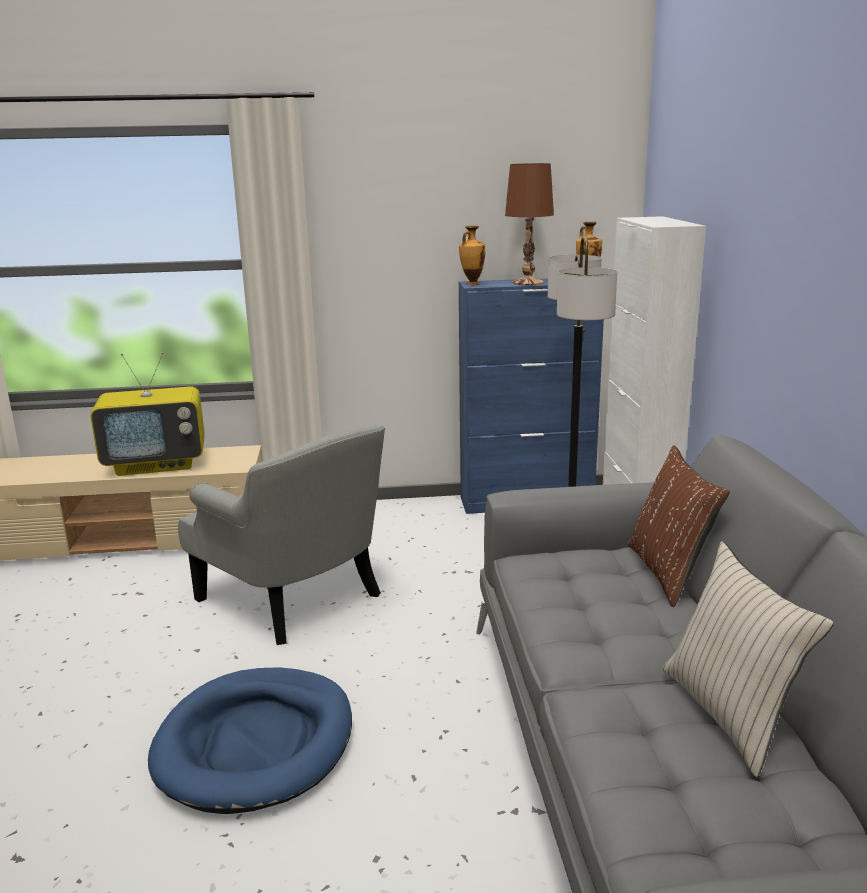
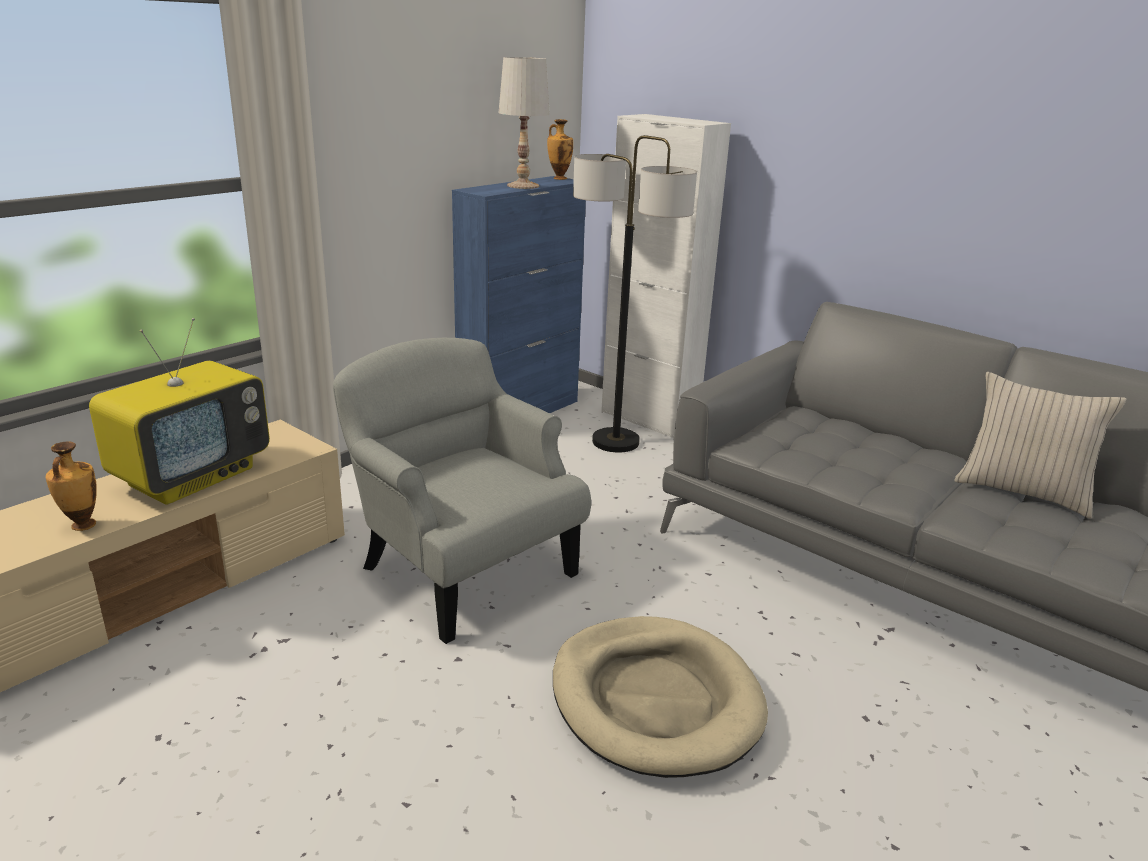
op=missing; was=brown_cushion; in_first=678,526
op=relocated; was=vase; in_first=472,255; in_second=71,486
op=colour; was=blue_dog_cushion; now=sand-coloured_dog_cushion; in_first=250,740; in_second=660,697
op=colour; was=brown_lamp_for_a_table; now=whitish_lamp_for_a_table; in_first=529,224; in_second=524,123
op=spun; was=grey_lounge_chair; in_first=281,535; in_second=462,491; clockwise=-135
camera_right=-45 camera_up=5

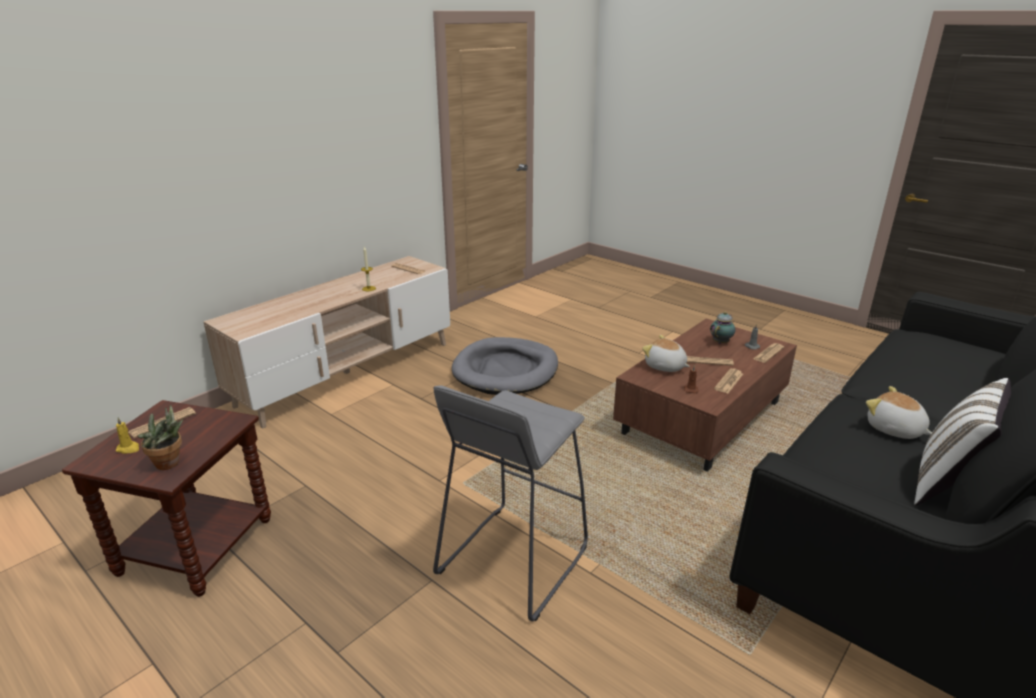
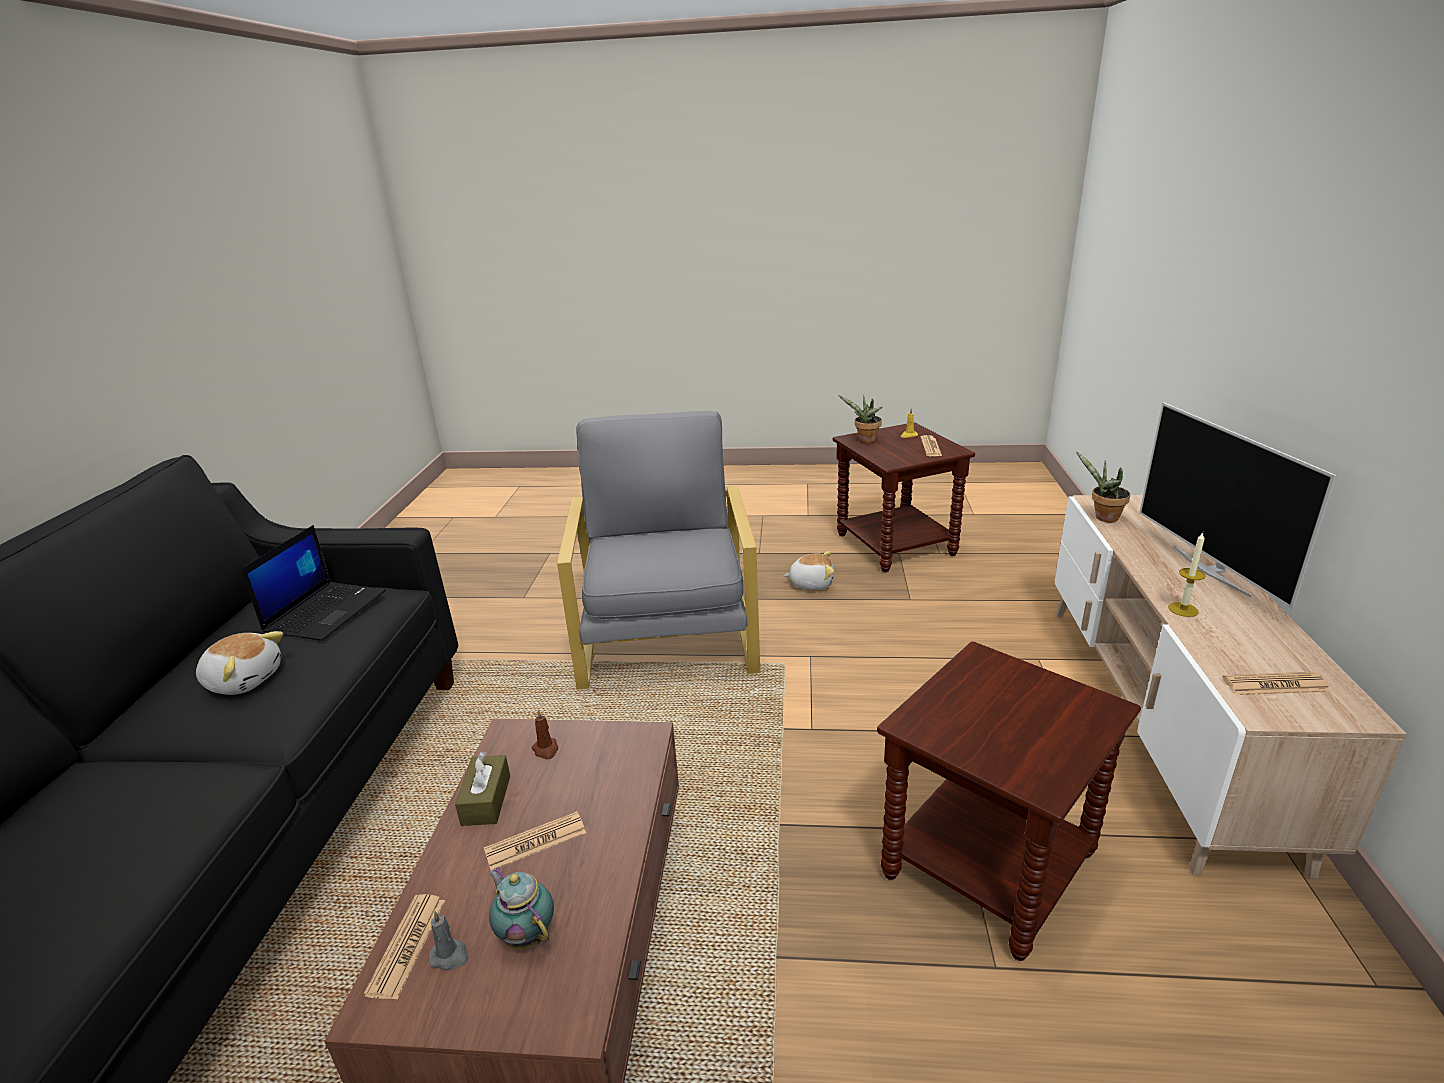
op=missing; was=whitish_cushion; in_first=962,441
op=appeared; now=portable_computer; in_second=313,583
op=appeared; now=houseplant; in_second=1103,486
op=appeared; now=television; in_second=1238,505
op=relocated; was=soft_toy; in_first=666,353; in_second=808,570
op=exchanged; was=grey_sitting_stool; now=grey_lounge_chair; in_first=510,503; in_second=658,550
op=exchanged; was=grey_dog_cushion; now=brown_side_table; in_first=505,366; in_second=1009,801
op=exchanged; was=daily_paper; now=brown_tissue_holder; in_first=728,380; in_second=482,789
op=spun; was=tea_pot; in_first=722,328; in_second=521,908; clockwise=135
camera_right=145 camera_up=0

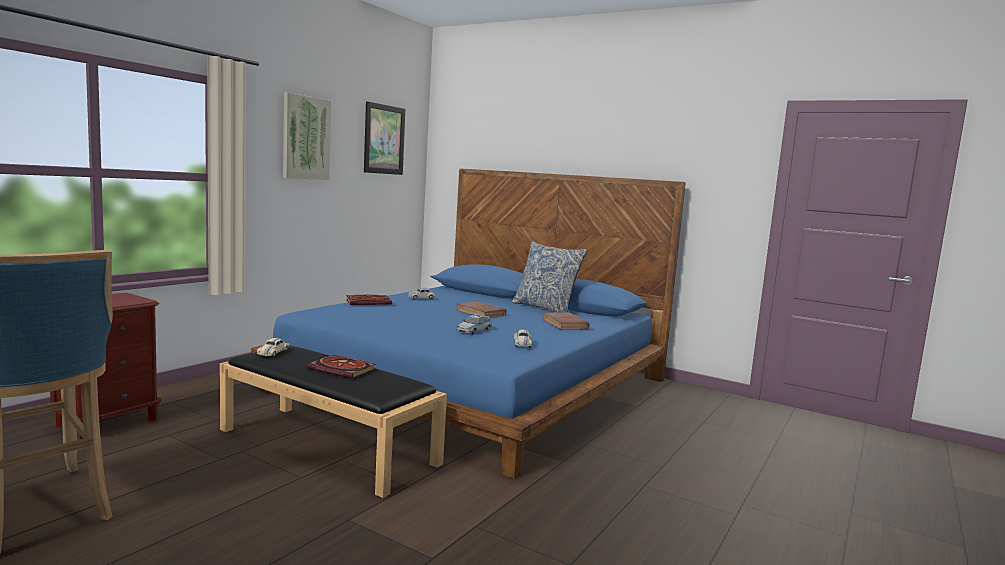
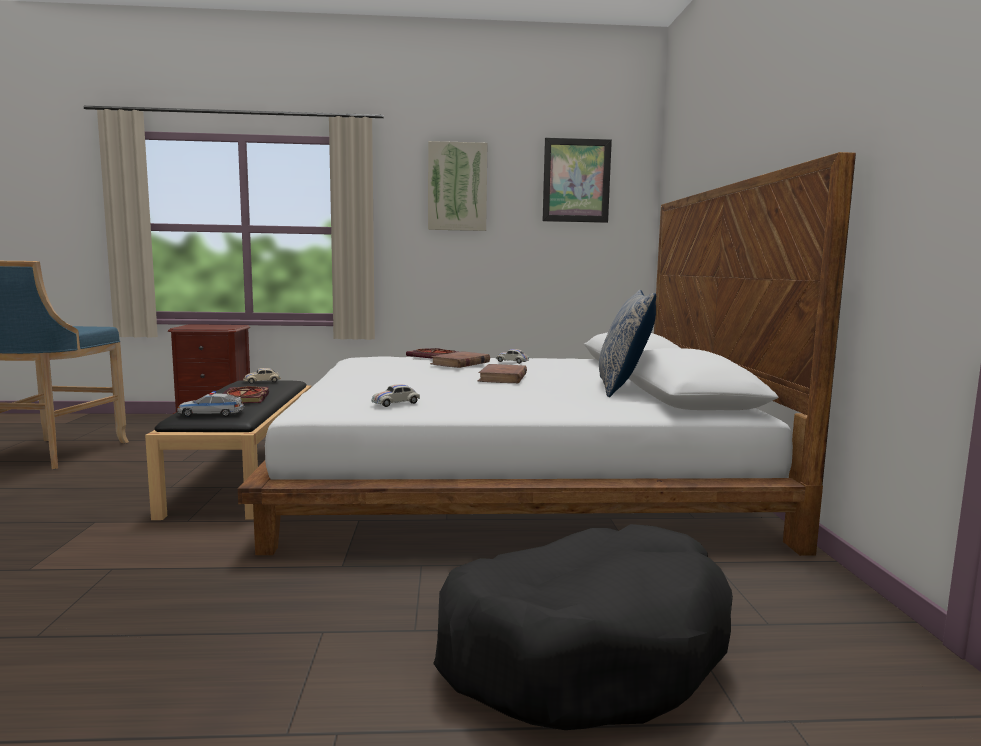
op=appeared; now=blackish_dog_cushion; in_second=583,627
op=relocated; was=toy_car; in_first=474,324; in_second=210,404
op=relocated; was=brown_book; in_first=565,321; in_second=460,359
op=colour; was=blue_bedroom_bed; now=whitish_bedroom_bed; in_first=468,323; in_second=547,354
camera_right=55 camera_up=0

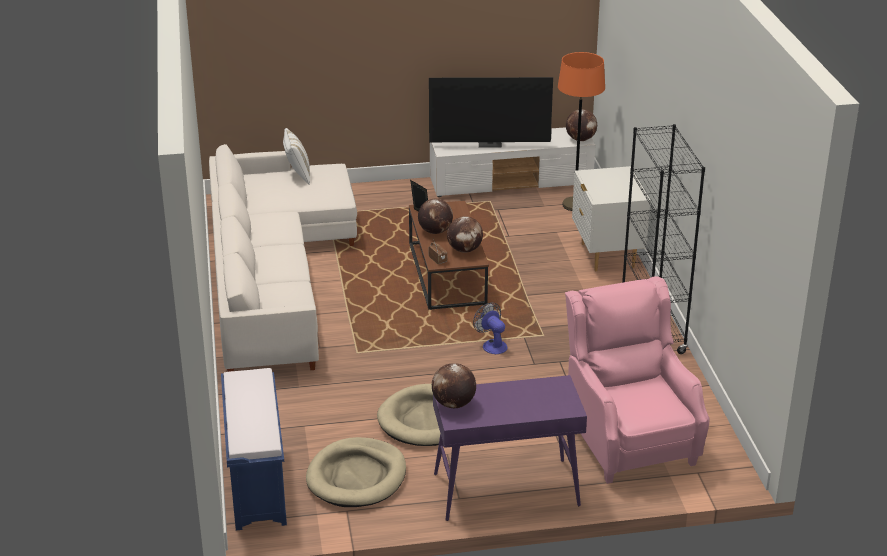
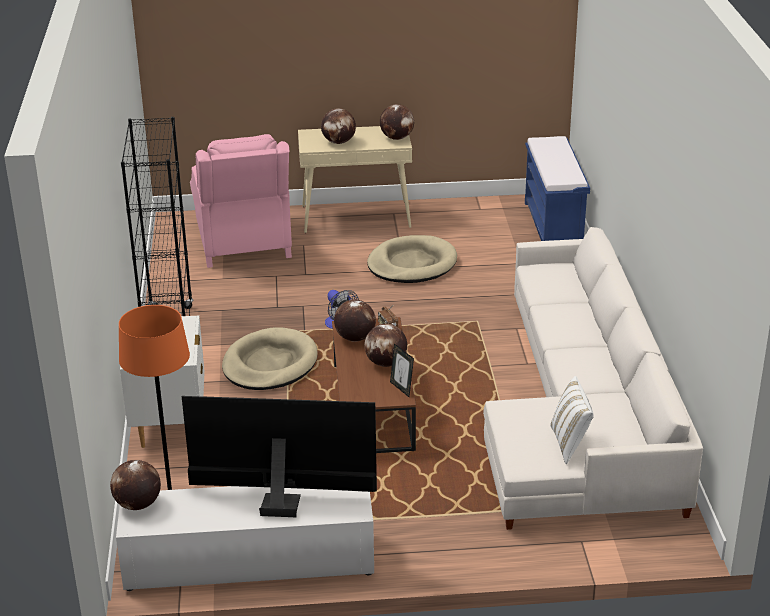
op=appeared; now=desk_globe; in_second=338,126
op=relocated; was=sand-coloured_dog_cushion; in_first=356,472; in_second=270,358
op=colour; was=purple-coloured_console_table; now=sand-coloured_console_table; in_first=510,448; in_second=355,179
camera_right=-175 camera_up=0

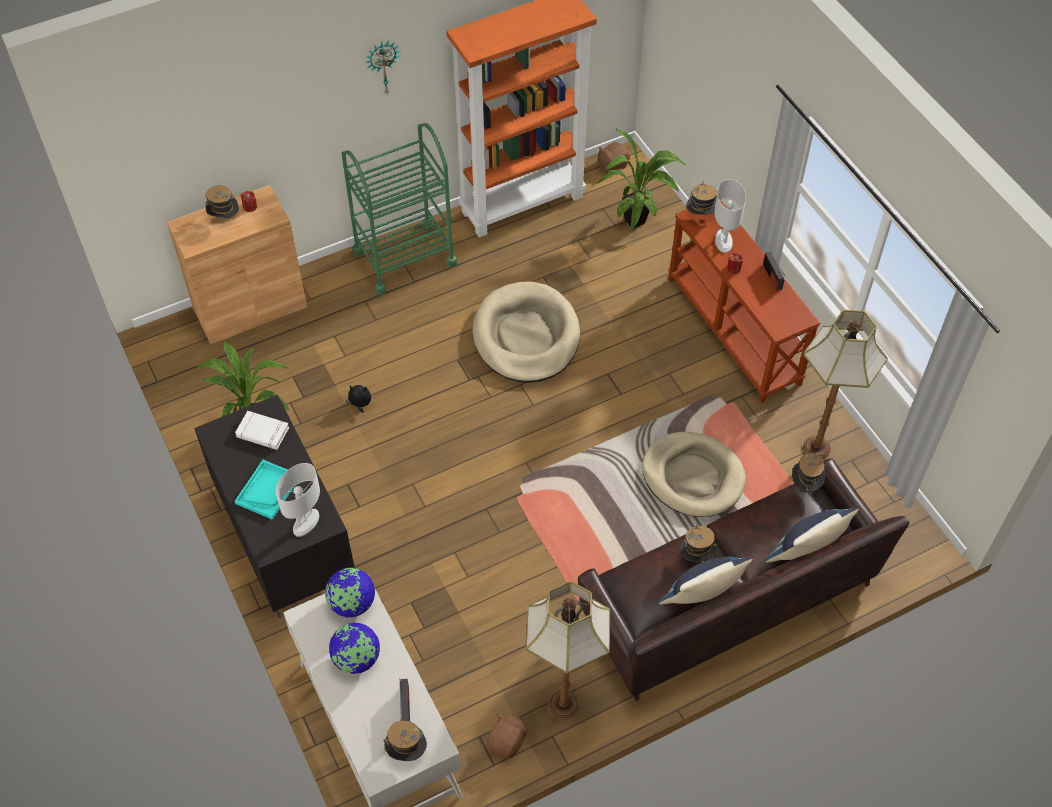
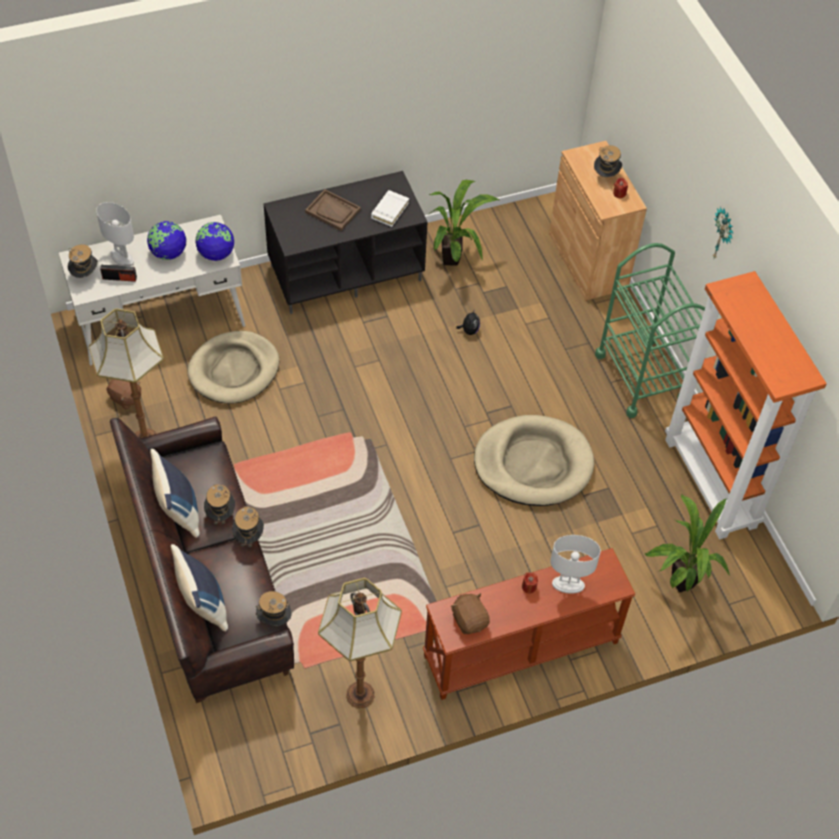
op=missing; was=radio_receiver; in_first=774,271
op=relocated; was=whitish_lamp_for_a_table; in_first=298,500; in_second=115,234
op=relocated; was=brown_soft_toy; in_first=614,157; in_second=470,613
op=relocated; was=sand-coloured_dog_cushion; in_first=694,474; in_second=233,367
op=relocated; was=hat; in_first=701,198; in_second=248,526
op=colour; was=blue-green_tray; now=brown_tray; in_first=264,490; in_second=333,210
camera_right=95 camera_up=0

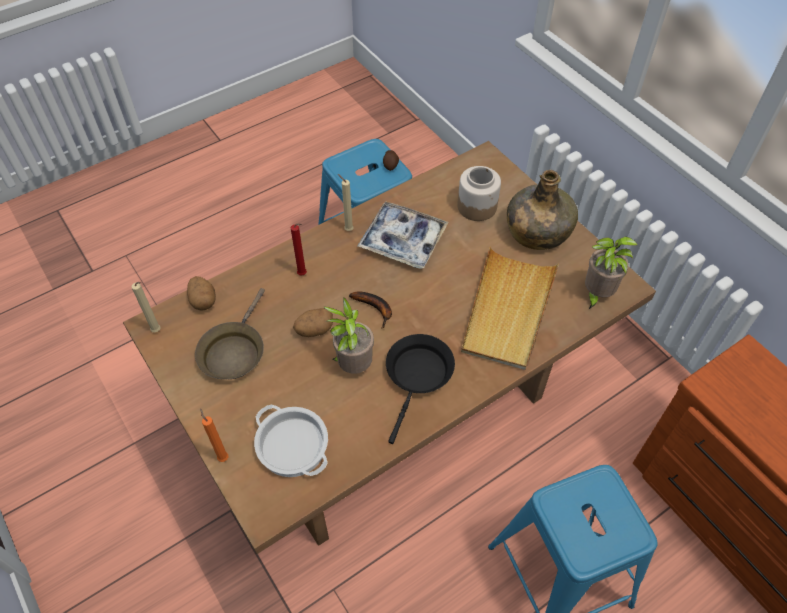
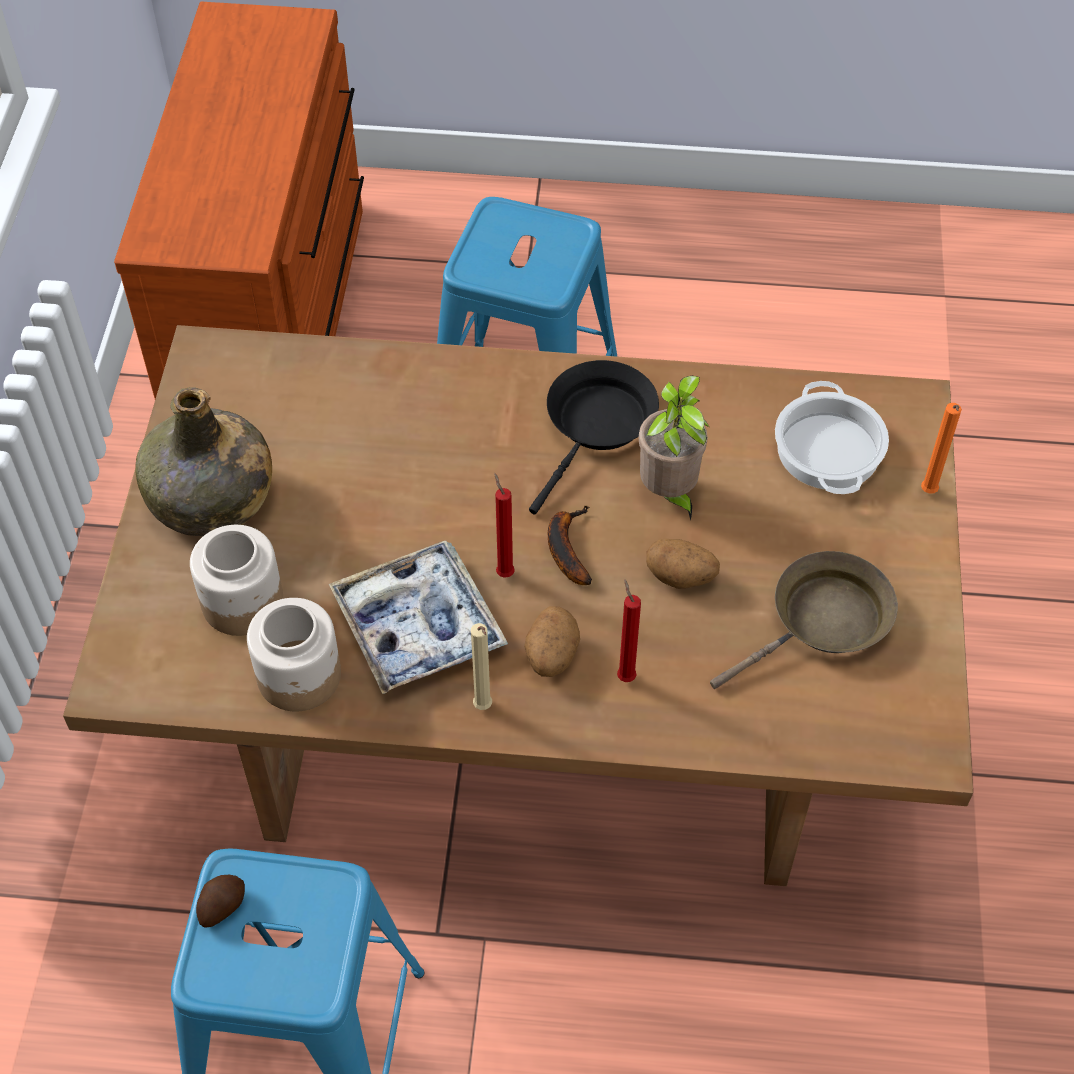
op=missing; was=sand-coloured_wax_light; in_first=146,307
op=missing; was=sand-coloured_tray; in_first=510,308
op=missing; was=houseplant; in_first=611,273
op=appeared; now=storage_jar; in_second=294,654
op=appeared; now=red_wax_light; in_second=504,525
op=relocated; was=potato; in_first=201,293; in_second=552,641
op=spun; was=blackish_frying_pan; in_first=420,389; in_second=594,437; clockwise=150
camera_right=-140 camera_up=0

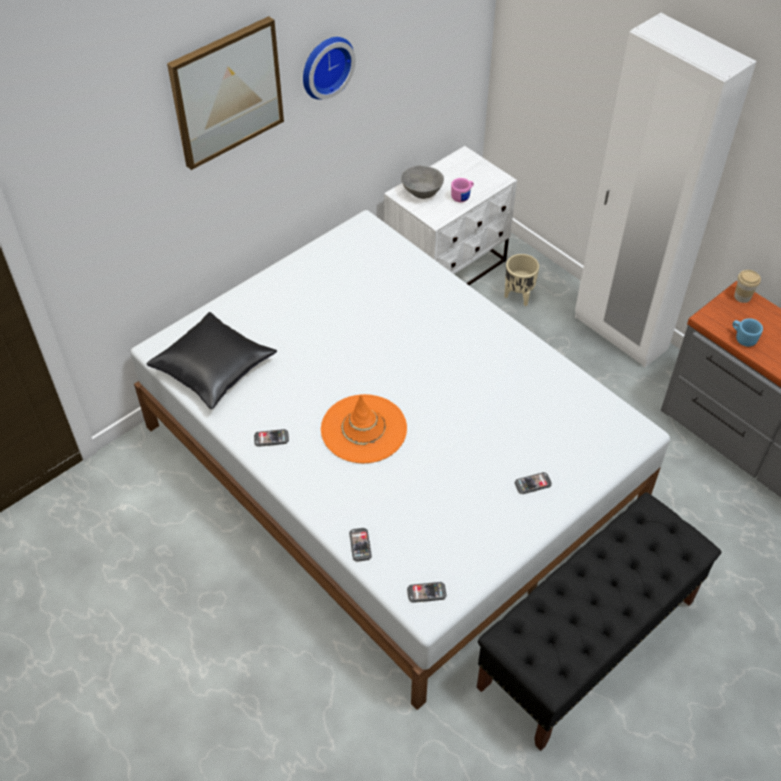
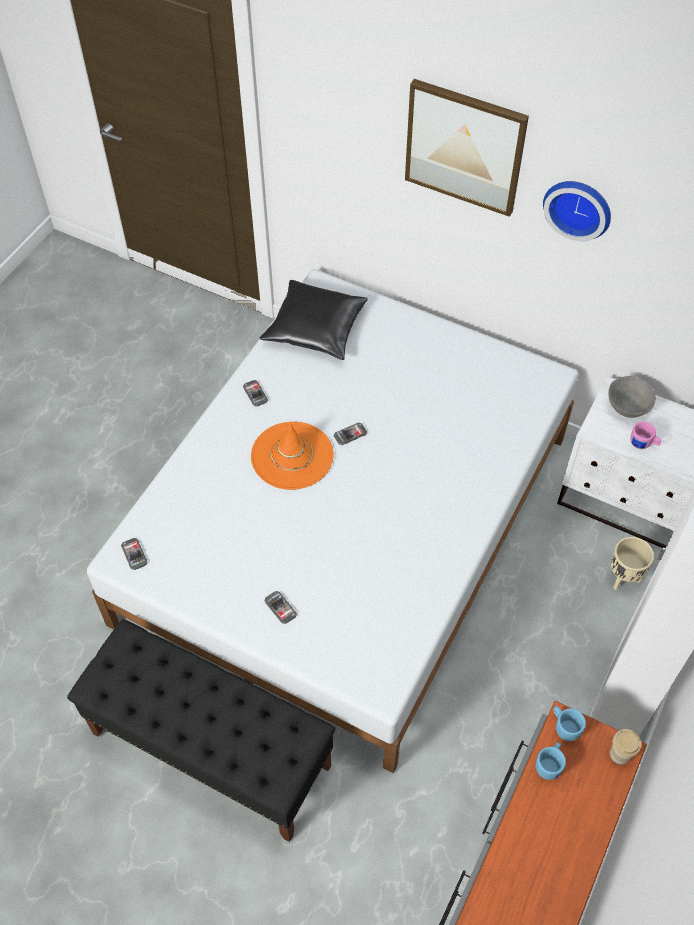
op=appeared; now=blue_coffee_mug; in_second=569,723
op=relocated; was=handset; in_first=360,545; in_second=350,434
camera_right=70 camera_up=5

